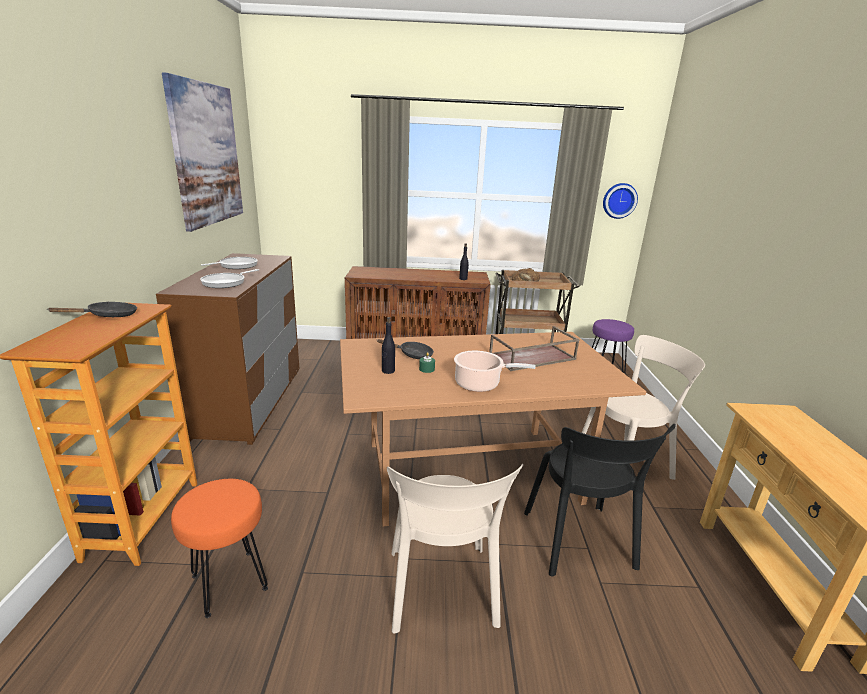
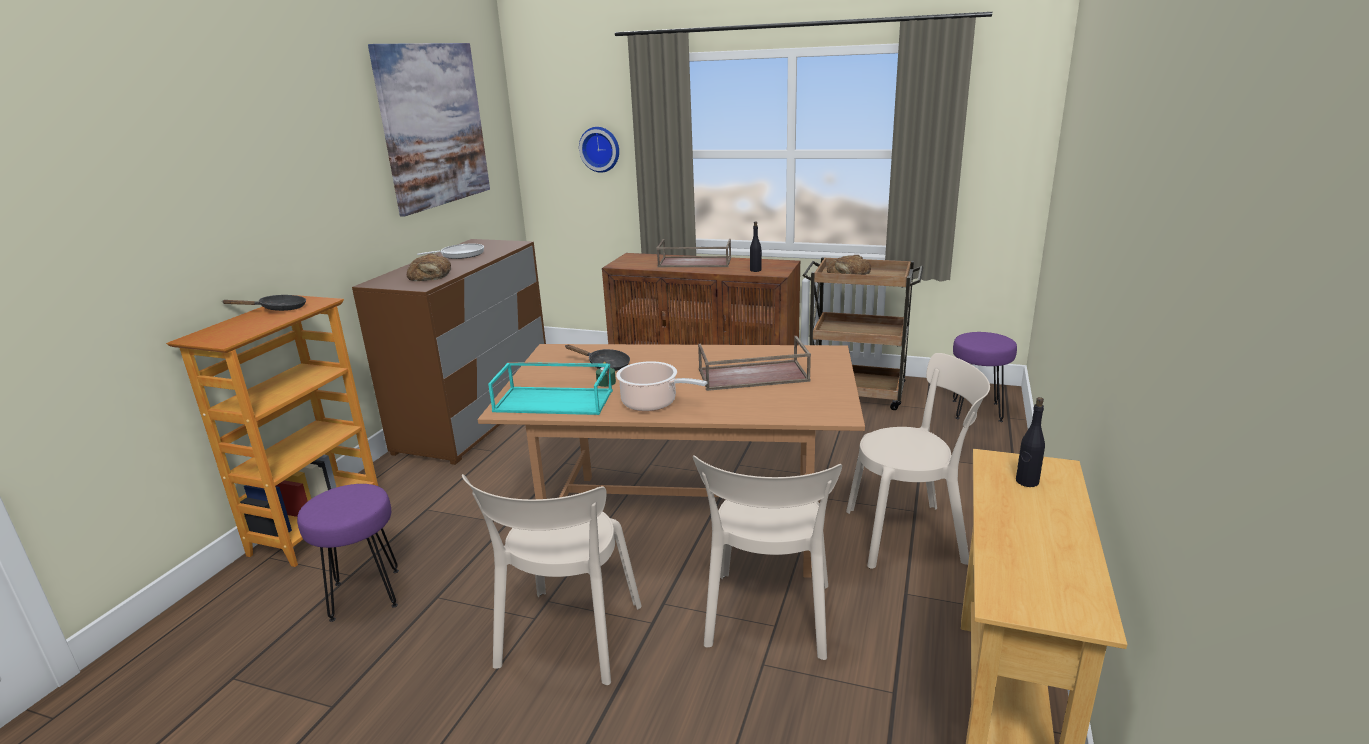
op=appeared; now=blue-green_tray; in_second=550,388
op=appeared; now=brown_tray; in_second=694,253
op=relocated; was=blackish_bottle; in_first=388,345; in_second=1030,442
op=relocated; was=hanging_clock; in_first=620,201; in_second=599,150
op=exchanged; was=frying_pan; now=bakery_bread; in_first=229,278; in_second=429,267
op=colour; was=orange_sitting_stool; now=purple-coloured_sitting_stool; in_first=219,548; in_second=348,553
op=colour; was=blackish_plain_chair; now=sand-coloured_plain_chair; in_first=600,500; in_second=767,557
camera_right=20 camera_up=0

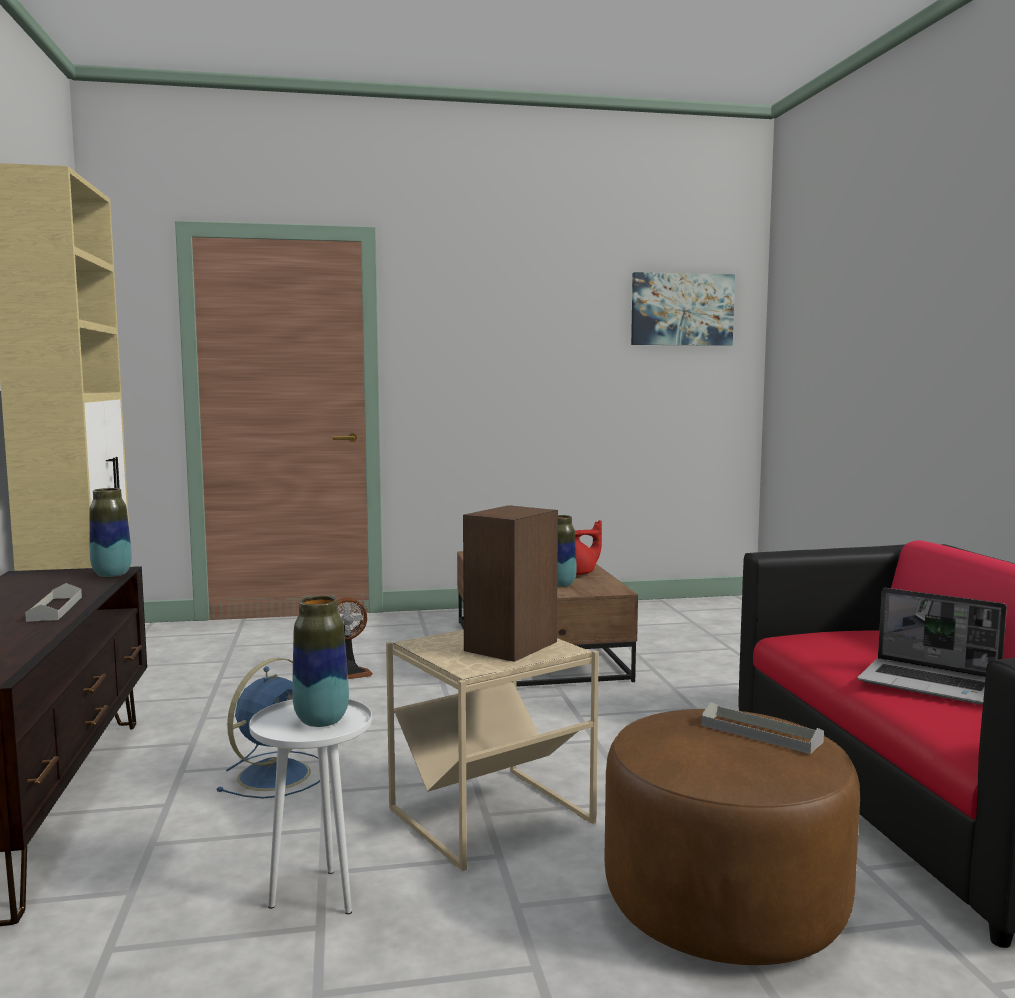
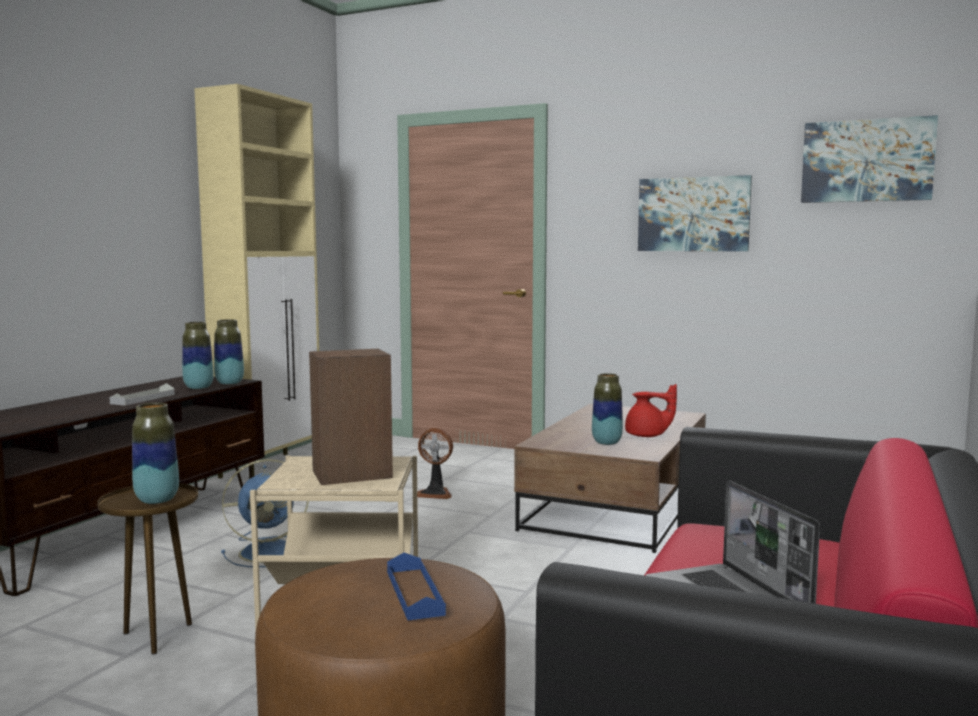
op=appeared; now=vase; in_second=198,355
op=appeared; now=wall_picture; in_second=695,213
op=colour; was=whitish_side_table; now=brown_side_table; in_first=310,806; in_second=147,569
op=colour; was=grey_tray; now=blue_tray; in_first=762,728; in_second=416,587
camera_right=35 camera_up=0

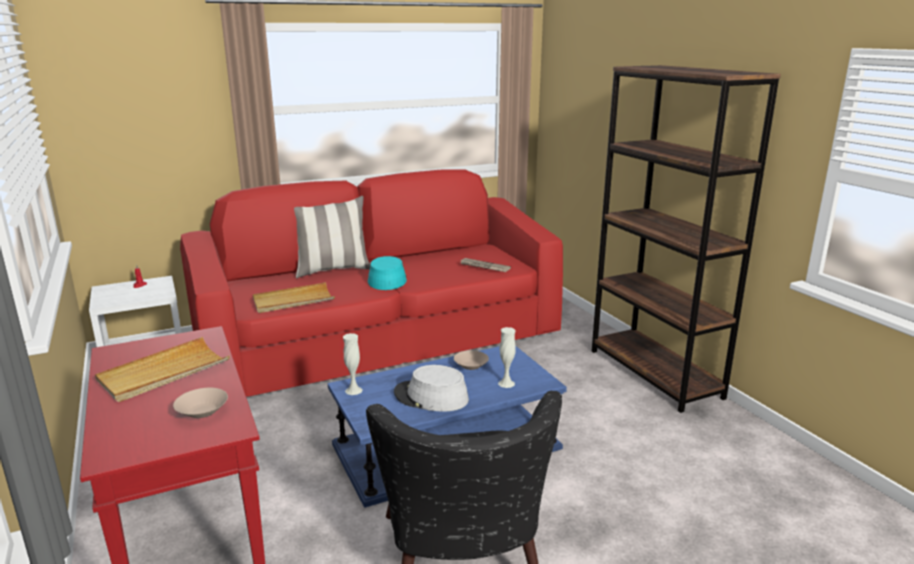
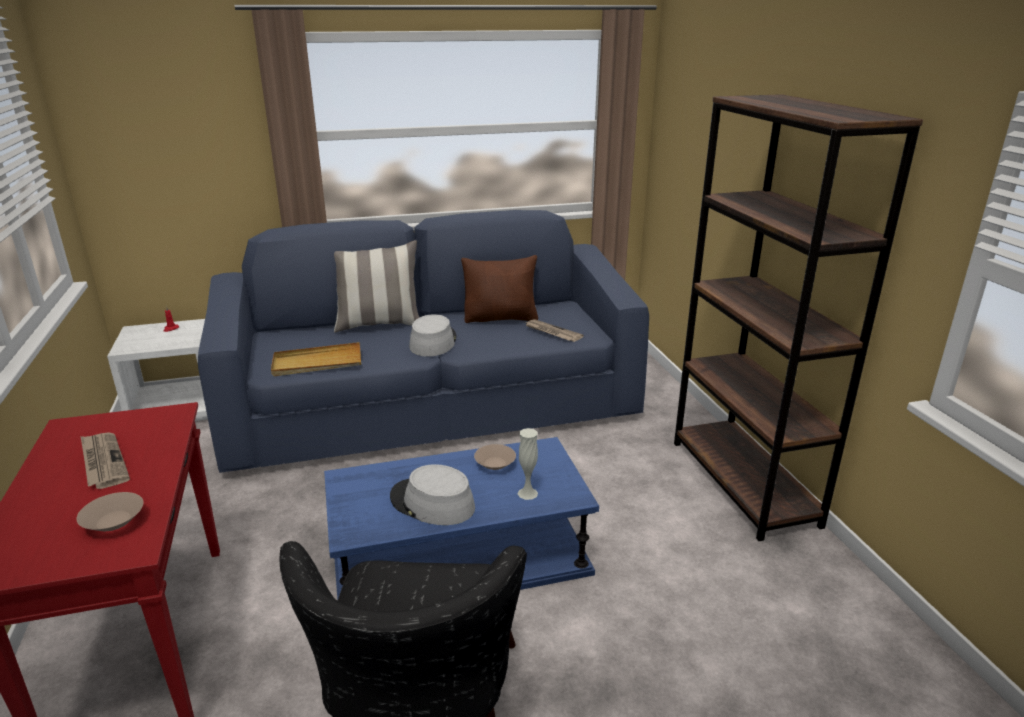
op=missing; was=whitish_vase; in_first=352,364
op=appeared; now=brown_cushion; in_second=499,289
op=exchanged; was=sand-coloured_tray; now=daily_paper; in_first=162,369; in_second=105,460
op=colour; was=red_sofa; now=blue_sofa; in_first=371,283; in_second=423,341
op=colour; was=blue-green_hat; now=grey_hat; in_first=387,273; in_second=433,335
camera_right=10 camera_up=5

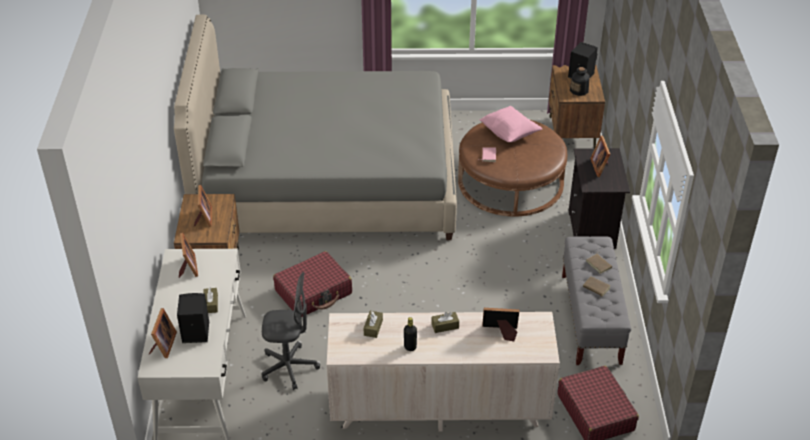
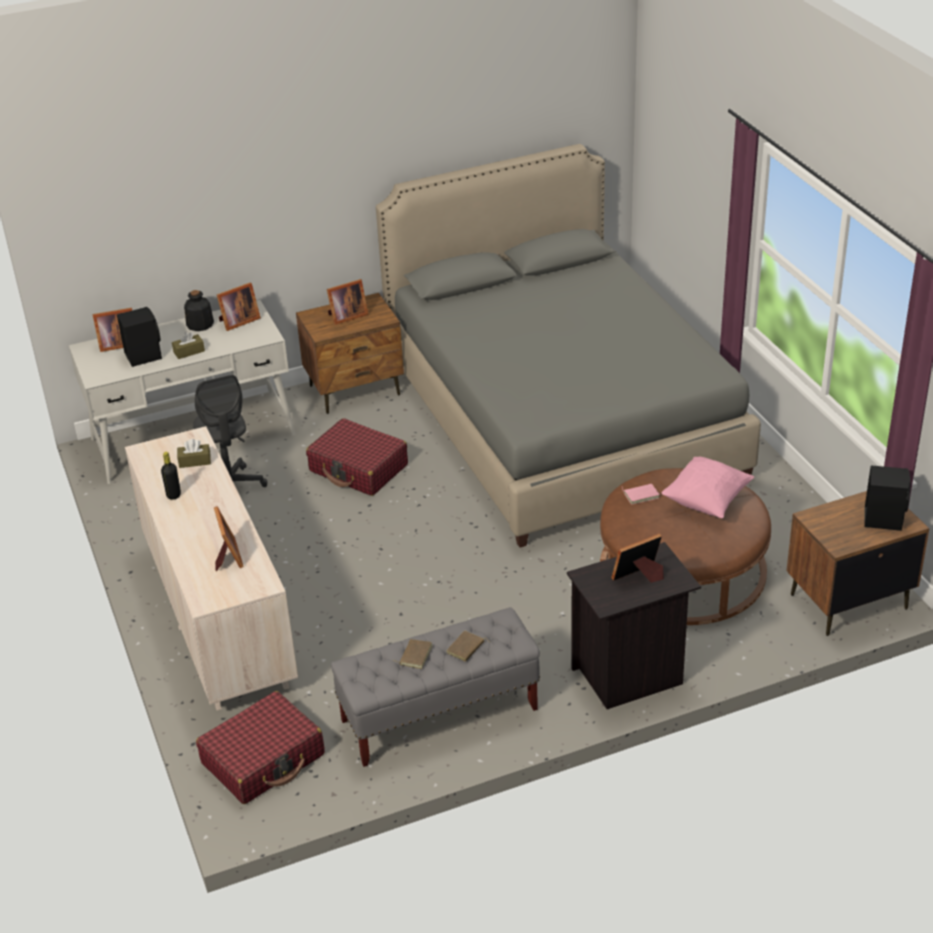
op=missing; was=brown_tissue_holder; in_first=445,322
op=relocated; was=bottle; in_first=580,81; in_second=199,310
camera_right=70 camera_up=-5

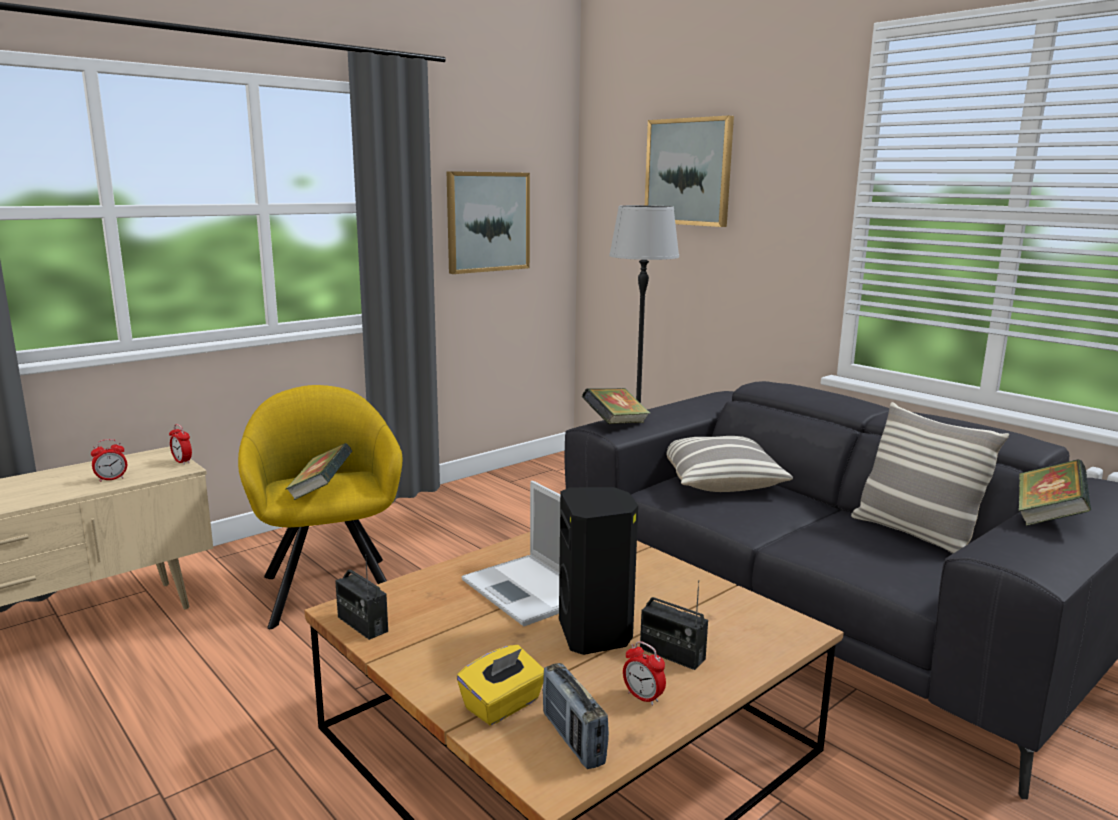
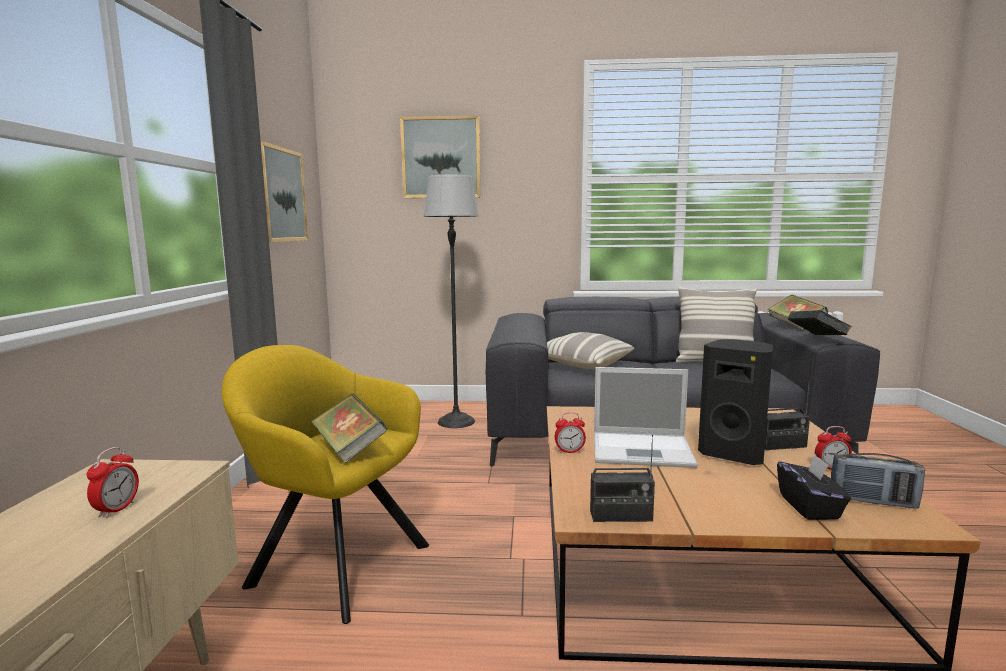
op=relocated; was=table_clock; in_first=180,444; in_second=570,432
op=relocated; was=book; in_first=616,406; in_second=819,322
op=colour; was=yellow_tissue_holder; now=blackish_tissue_holder; in_first=500,685; in_second=814,487
camera_right=-45 camera_up=-5

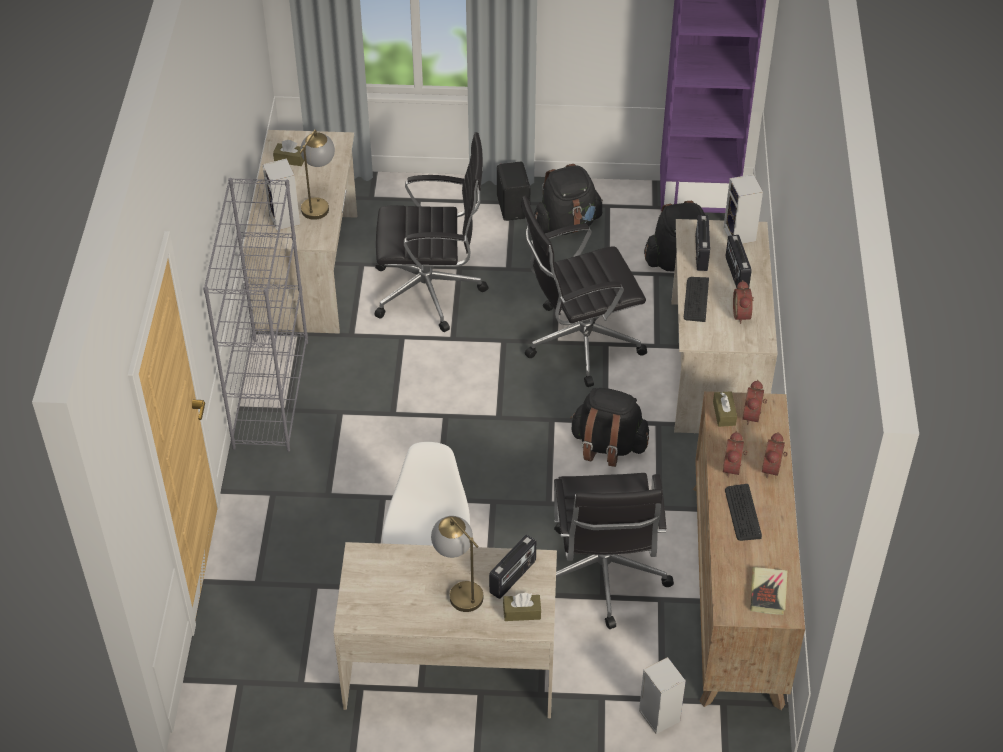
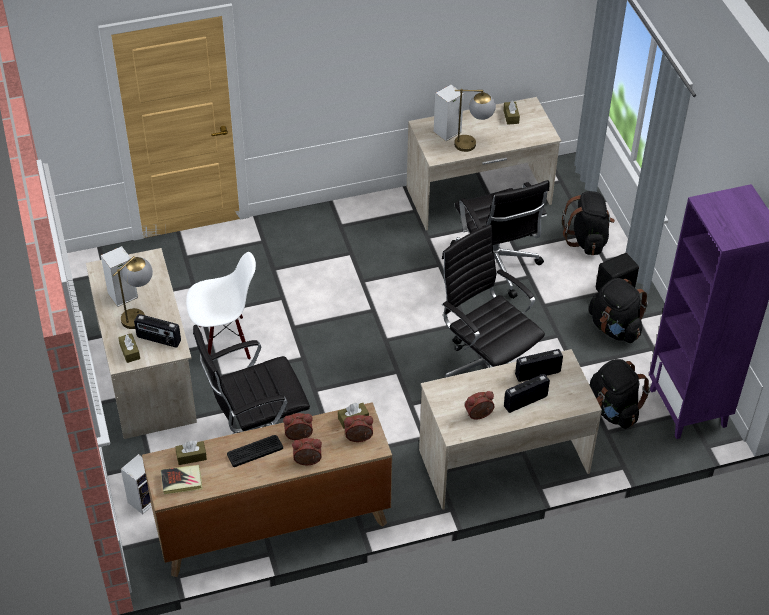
op=missing; was=grey_shelving_unit; in_first=255,315
op=missing; was=keyboard; in_first=696,299
op=appeared; now=brown_tissue_holder; in_second=191,452
op=relocated; was=blackish_rucksack; in_first=609,427; in_second=588,223
op=relocated; was=audio_speaker; in_first=743,209; in_second=119,276
camera_right=70 camera_up=0

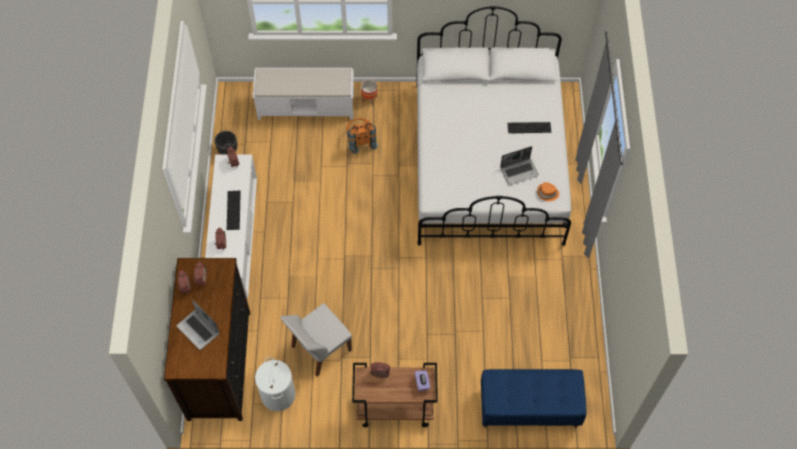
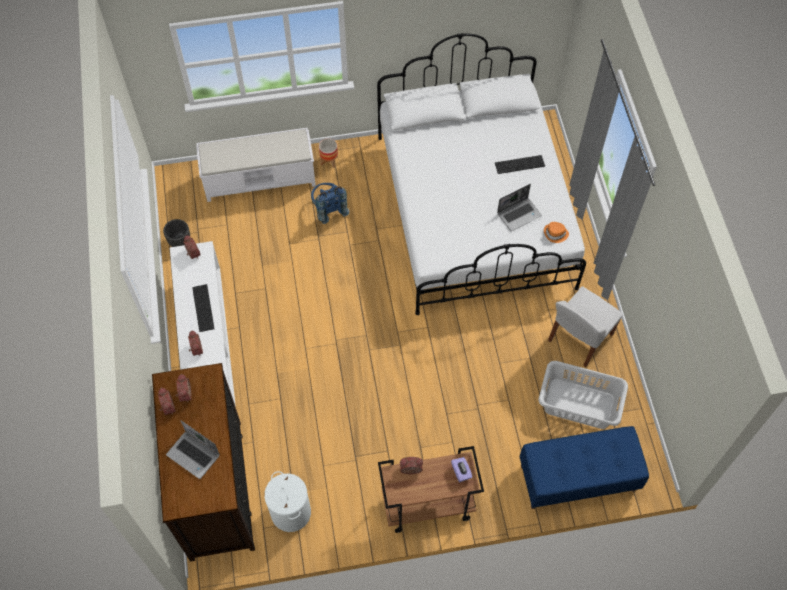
op=appeared; now=grey_laundry_basket; in_second=583,395
op=relocated; was=whitish_plain_chair; in_first=316,339; in_second=585,326
op=colour; was=orange_rucksack; now=blue_rucksack; in_first=362,136; in_second=330,203
camera_right=-10 camera_up=0

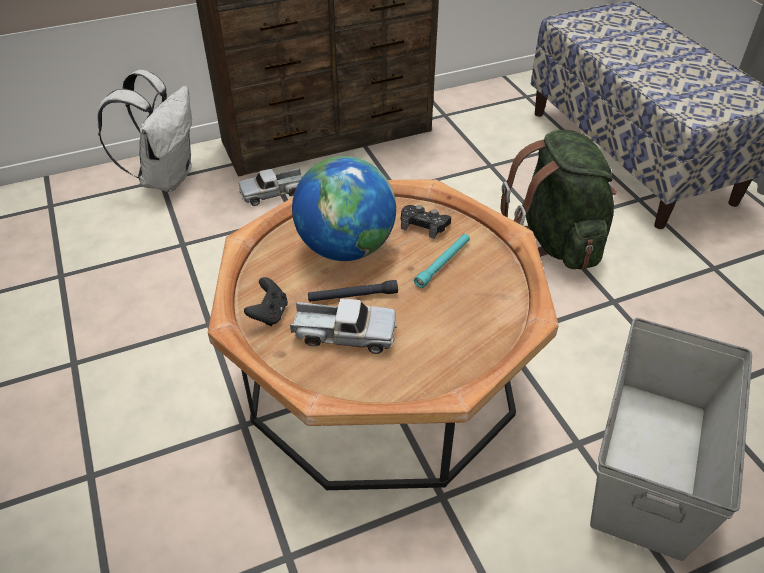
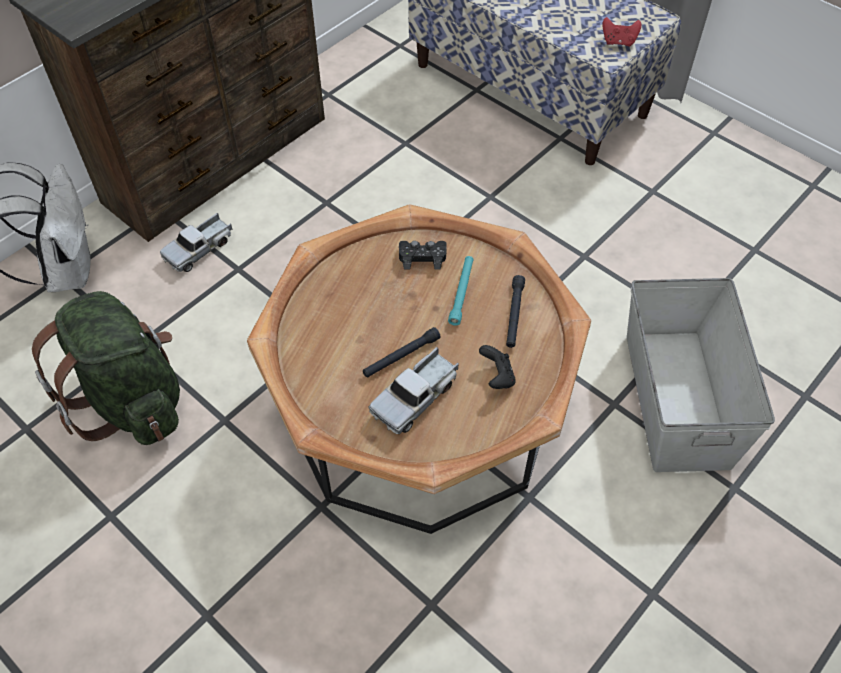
op=missing; was=desk_globe; in_first=344,208
op=appeared; now=blackish_flashlight; in_second=515,311
op=appeared; now=red_joypad; in_second=622,32
op=relocated; was=blackish_joypad; in_first=266,301; in_second=497,367
op=relocated; was=greenish_rucksack; in_first=558,200; in_second=106,368
op=spun; was=toy_lorry; in_first=343,326; in_second=413,390; clockwise=150
camera_right=-25 camera_up=10

